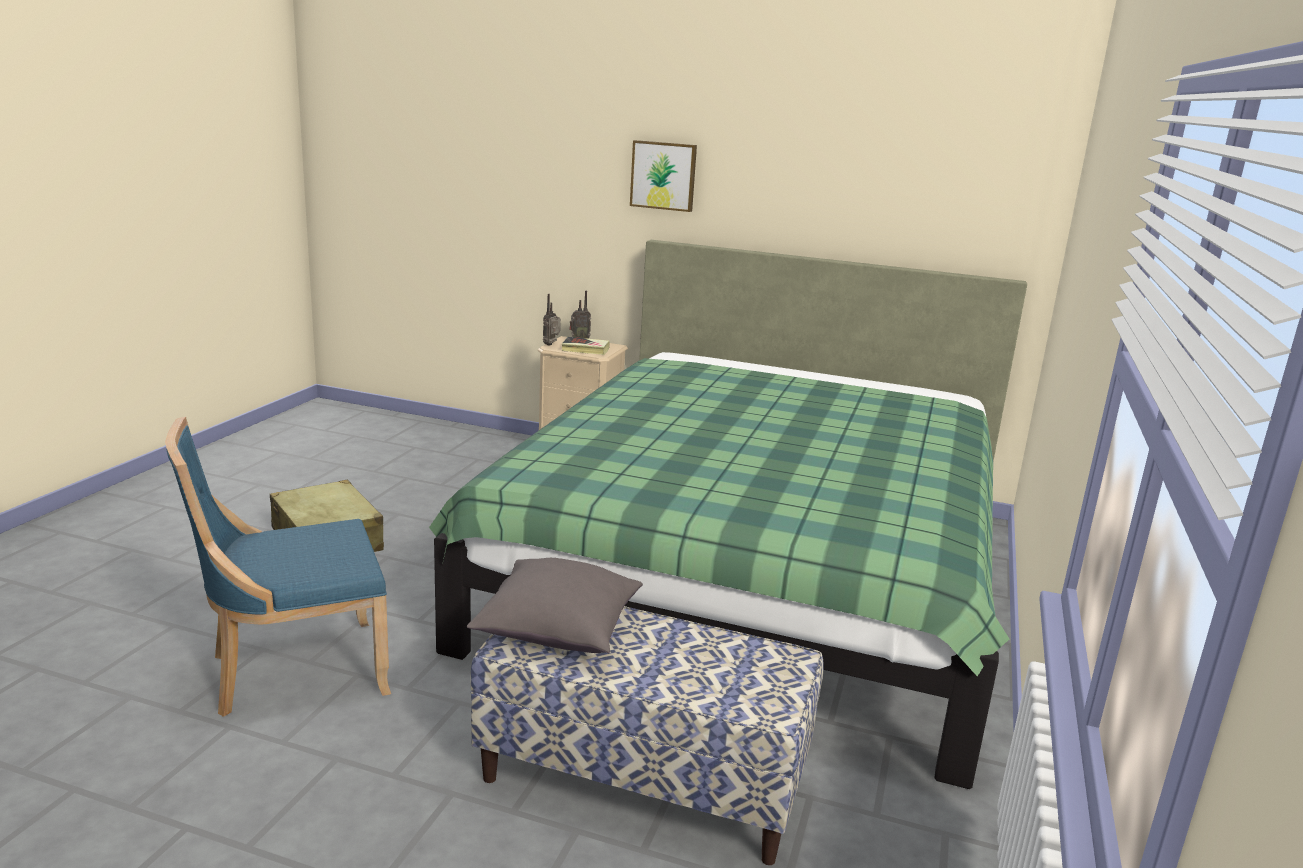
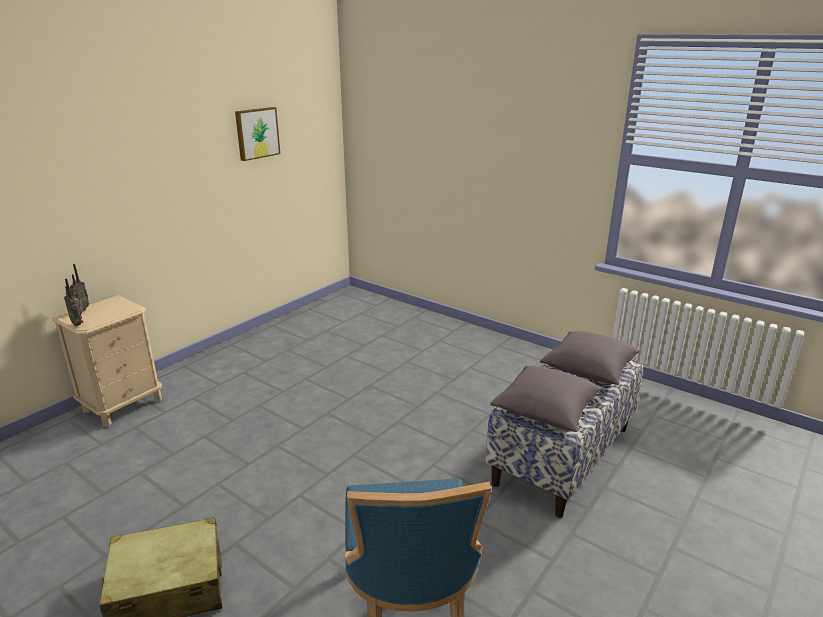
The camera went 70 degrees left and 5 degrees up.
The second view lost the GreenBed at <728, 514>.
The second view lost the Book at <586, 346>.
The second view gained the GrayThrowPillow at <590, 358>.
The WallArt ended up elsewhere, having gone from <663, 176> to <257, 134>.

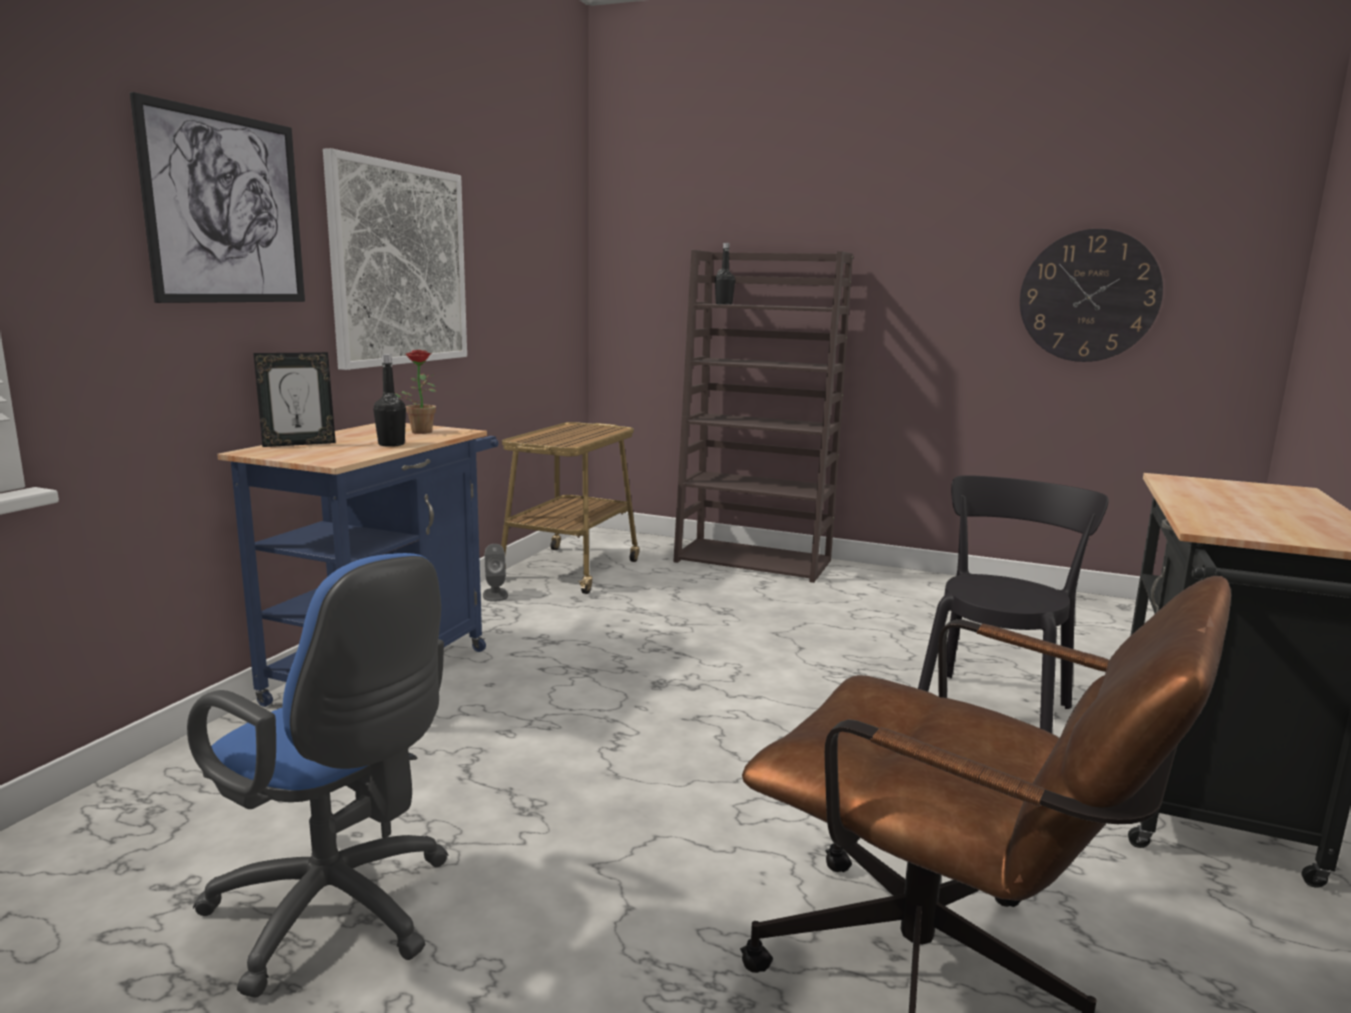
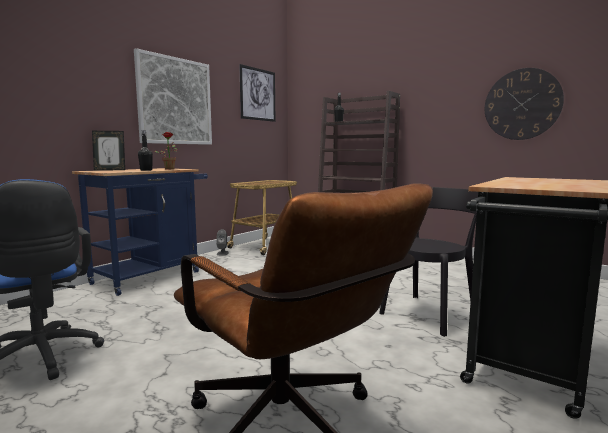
The camera went 15 degrees right and 5 degrees down.
The WallArt ended up elsewhere, having gone from <217, 197> to <257, 93>.

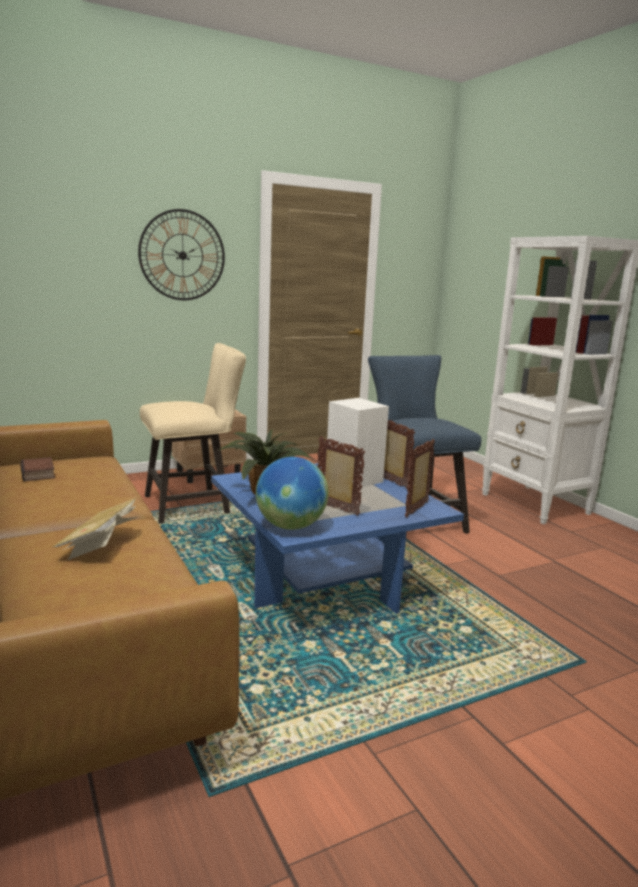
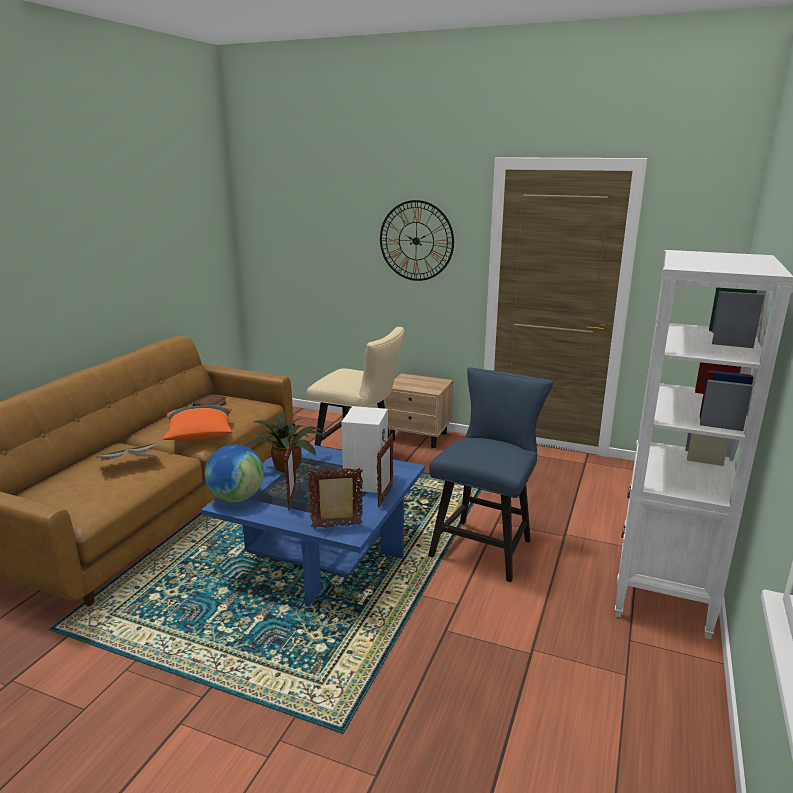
The camera went 50 degrees right and 5 degrees up.
The second view gained the OrangeyThrowPillow at <197, 422>.

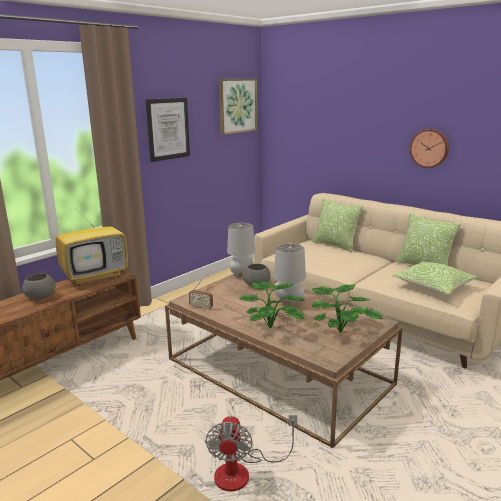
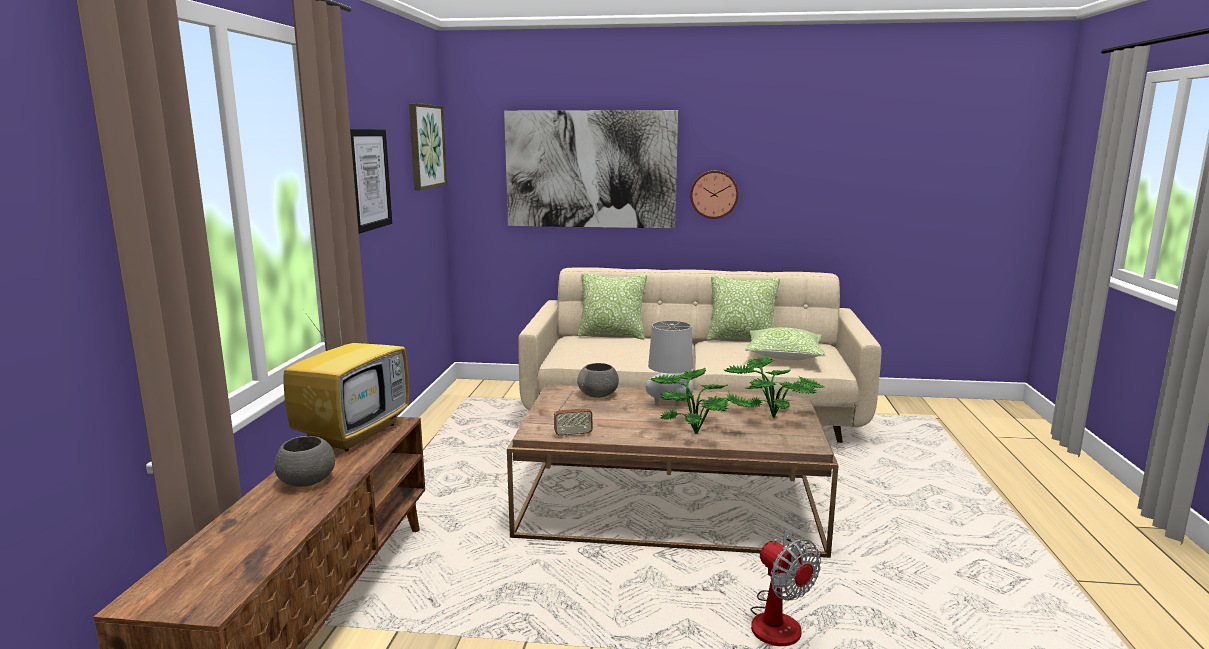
The camera went 35 degrees left and 5 degrees down.
The second view lost the GrayTableLamp at <241, 250>.
The second view gained the WallArt at <591, 169>.

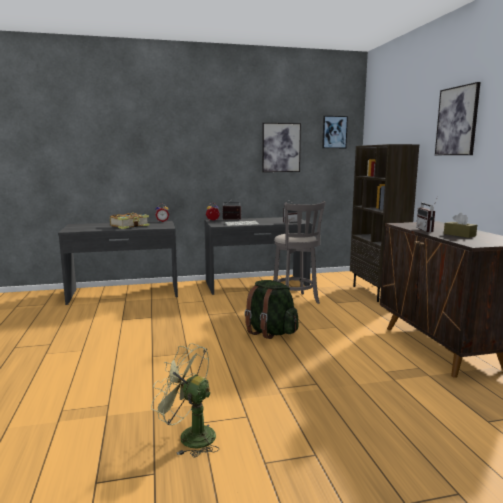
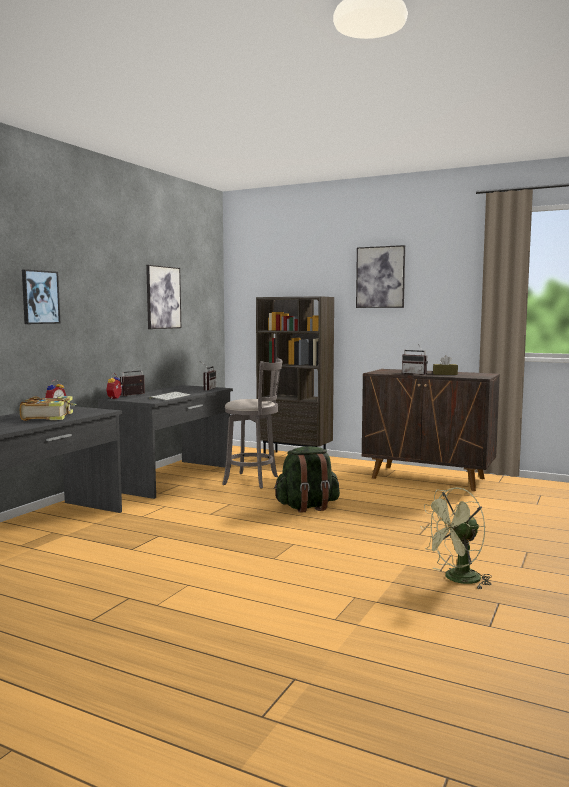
The camera went 50 degrees left and 5 degrees down.
The WallArt ended up elsewhere, having gone from <335, 132> to <41, 296>.

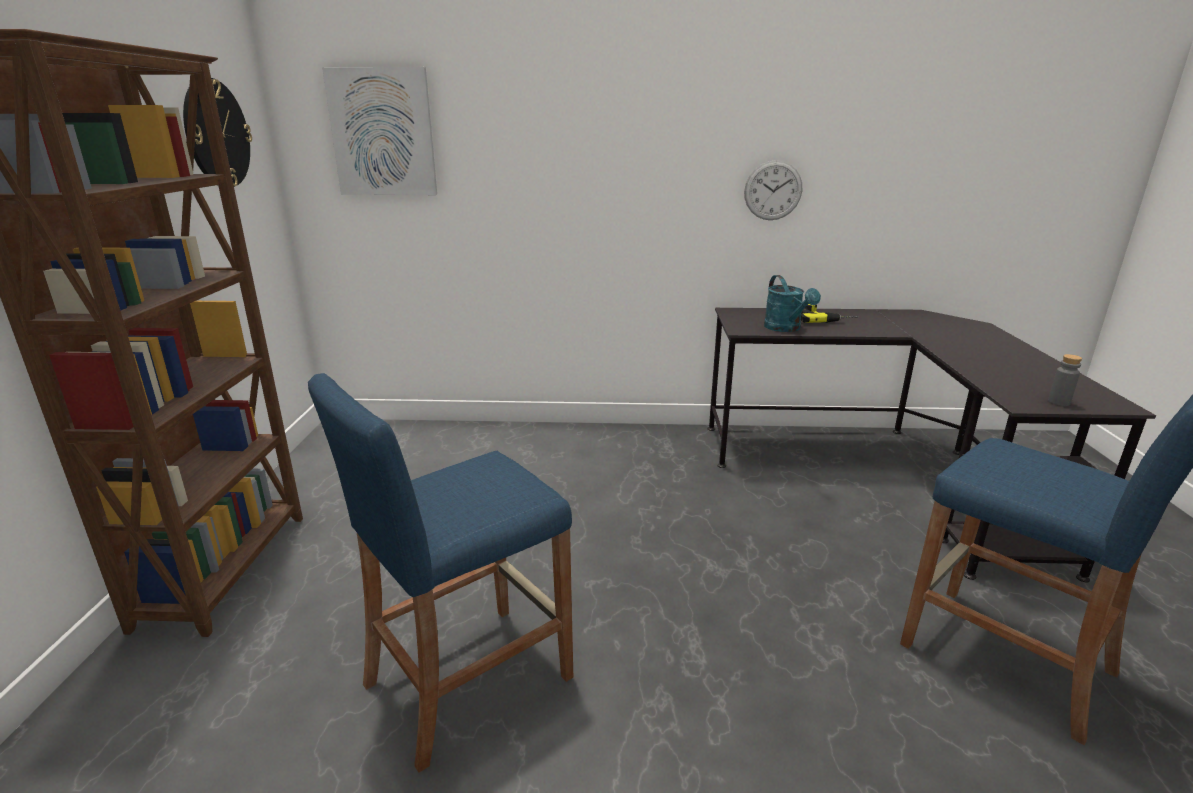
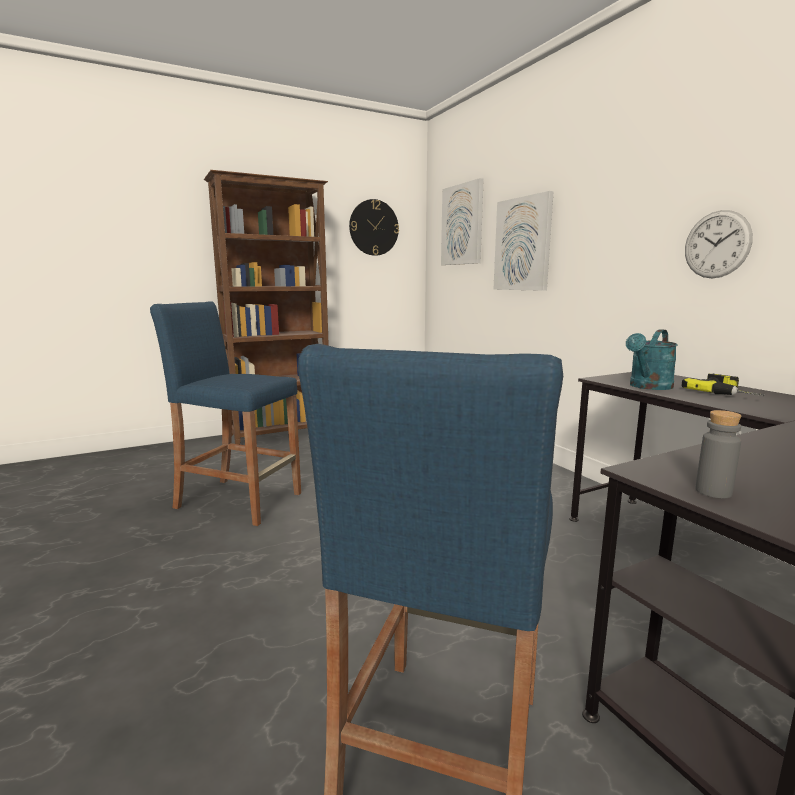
The camera went 60 degrees right and 10 degrees down.
The second view gained the WallArt at <524, 241>.

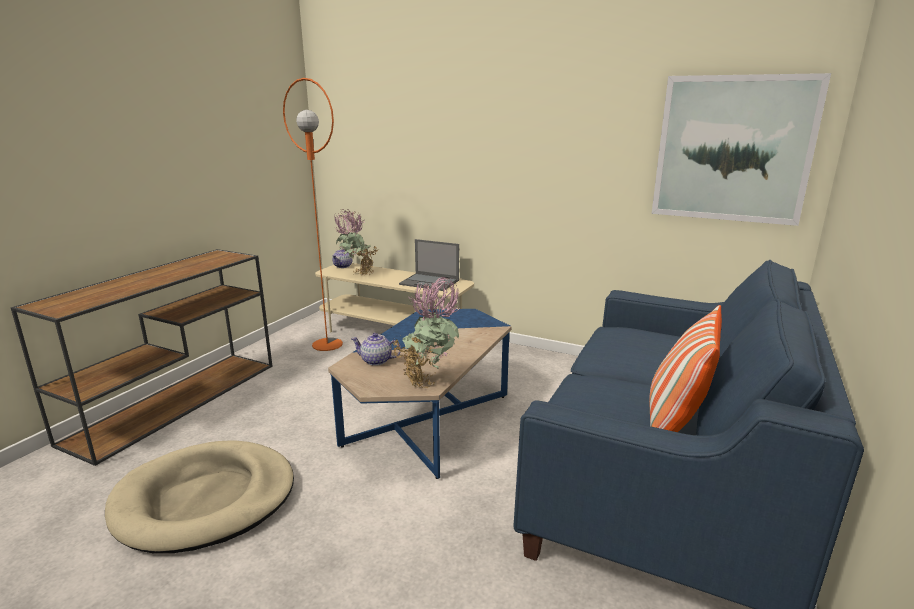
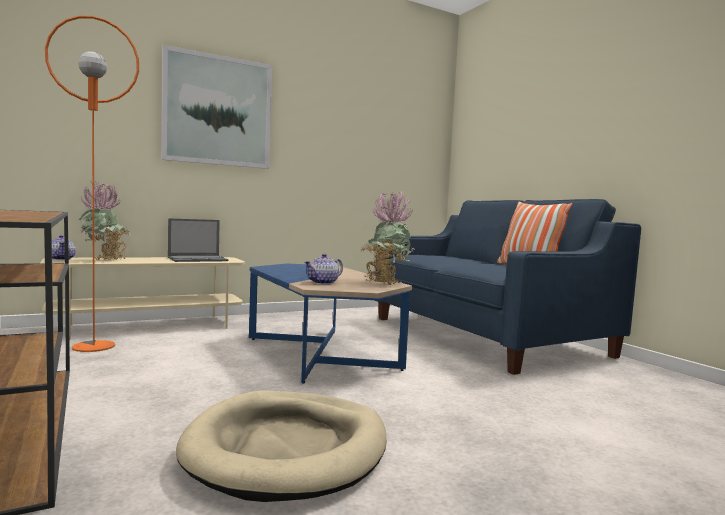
The camera went 55 degrees left and 15 degrees down.
The WallArt ended up elsewhere, having gone from <741, 149> to <216, 107>.

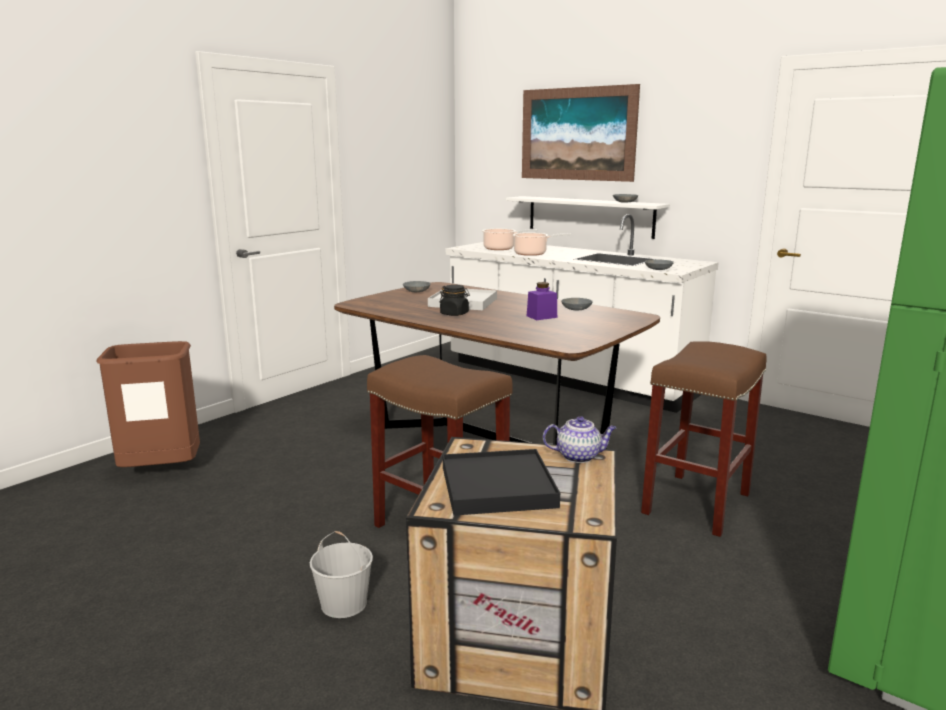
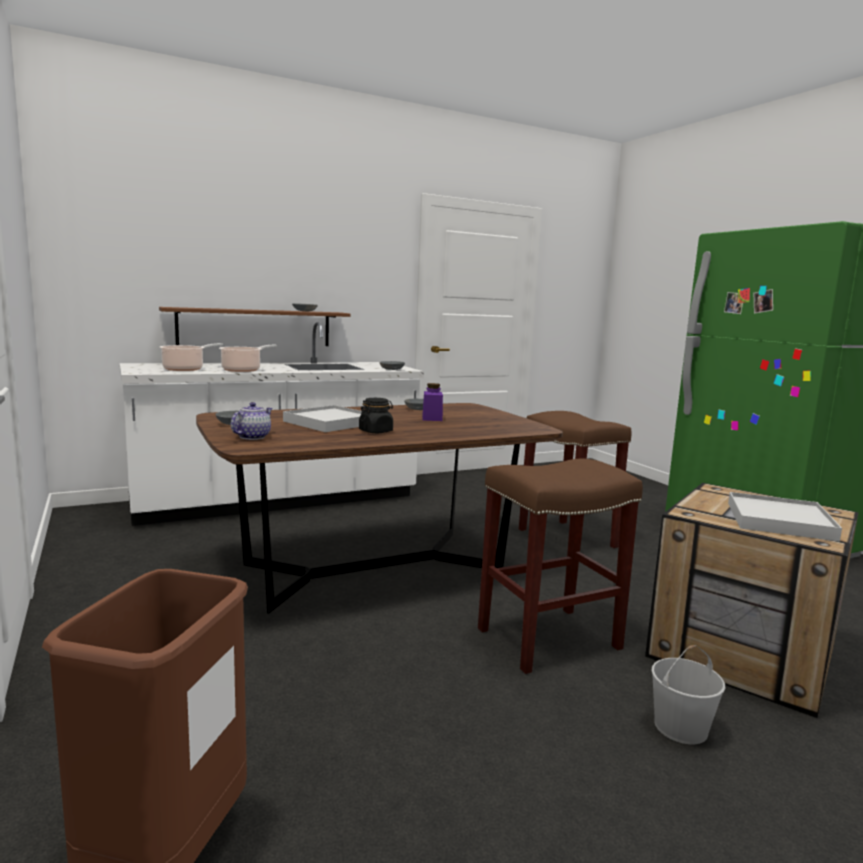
The camera went 65 degrees left and 5 degrees down.
The second view lost the WallArt at <581, 133>.
The TeaPot ended up elsewhere, having gone from <579, 439> to <251, 421>.
What was the BlackServingTray at <501, 482> turned into the WhiteColouredServingTray at <785, 517>.
What was the WhiteColouredBracketShelf at <588, 217> turned into the BrownColouredBracketShelf at <254, 326>.

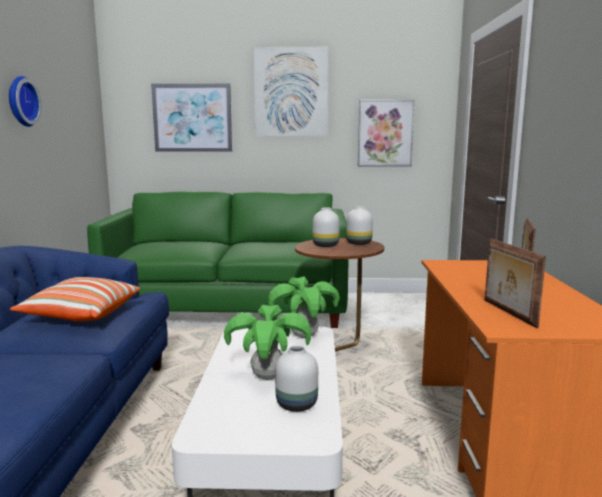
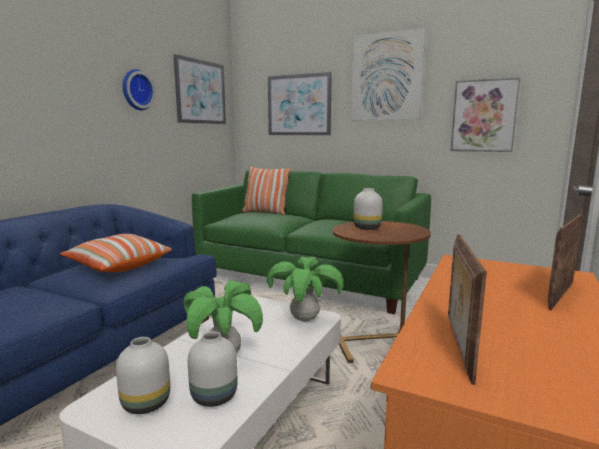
The camera went 25 degrees right and 0 degrees up.
The second view gained the WallArt at <199, 89>.
The second view gained the ThrowPillow at <266, 190>.
The WhiteColouredDecorativeVase ended up elsewhere, having gone from <359, 225> to <143, 375>.

